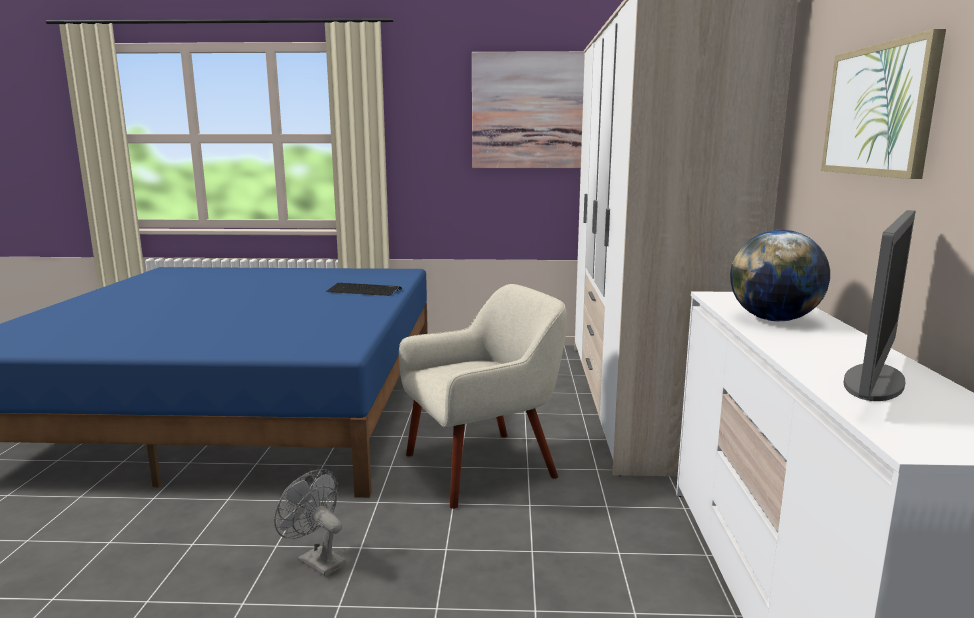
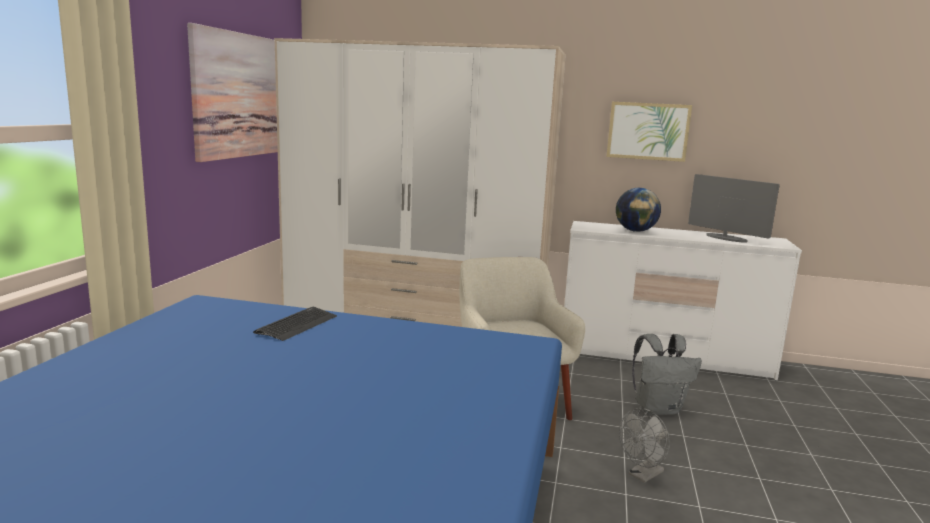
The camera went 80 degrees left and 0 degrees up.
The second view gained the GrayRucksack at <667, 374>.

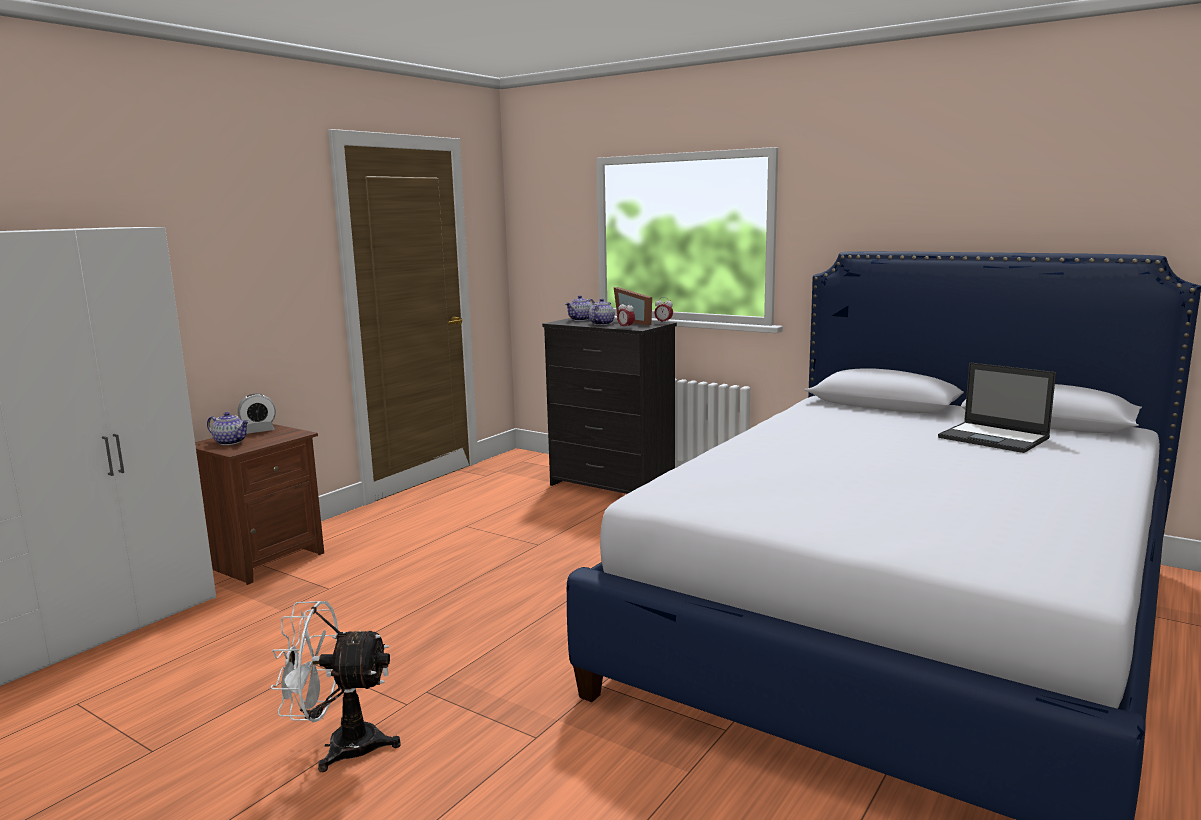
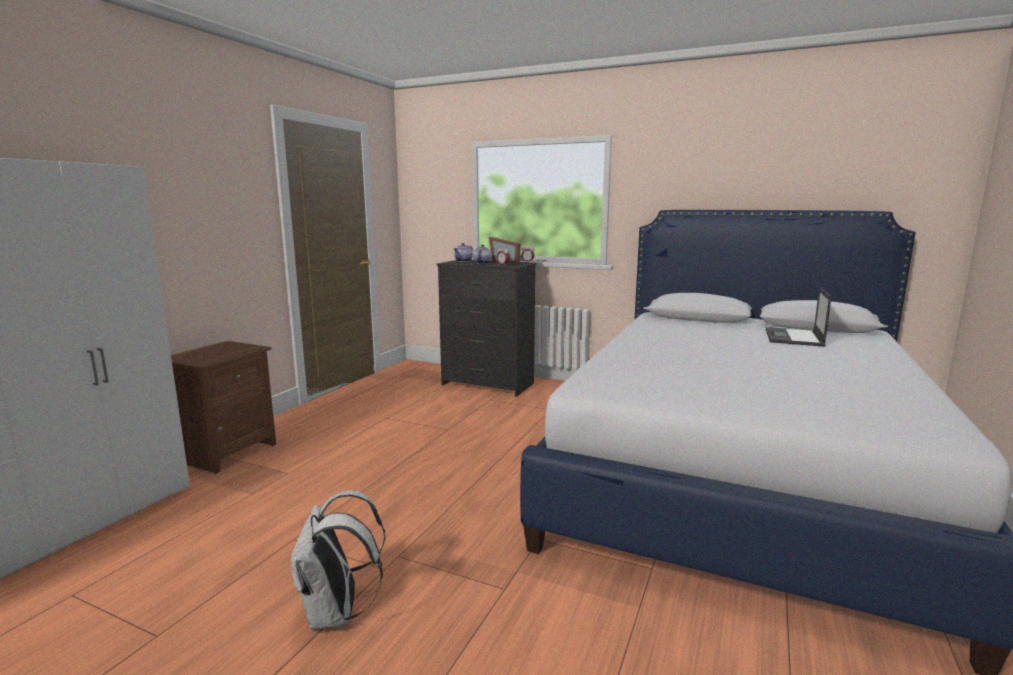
The camera went 10 degrees left and 0 degrees up.
The second view lost the TeaPot at <228, 428>.
The second view lost the AlarmClock at <257, 413>.
Where the WhiteColouredFan stood at <336, 686>, the WhiteColouredRucksack came to stand at <338, 560>.
The NotebookComputer at <997, 407> ended up facing another way, 75 degrees clockwise from before.

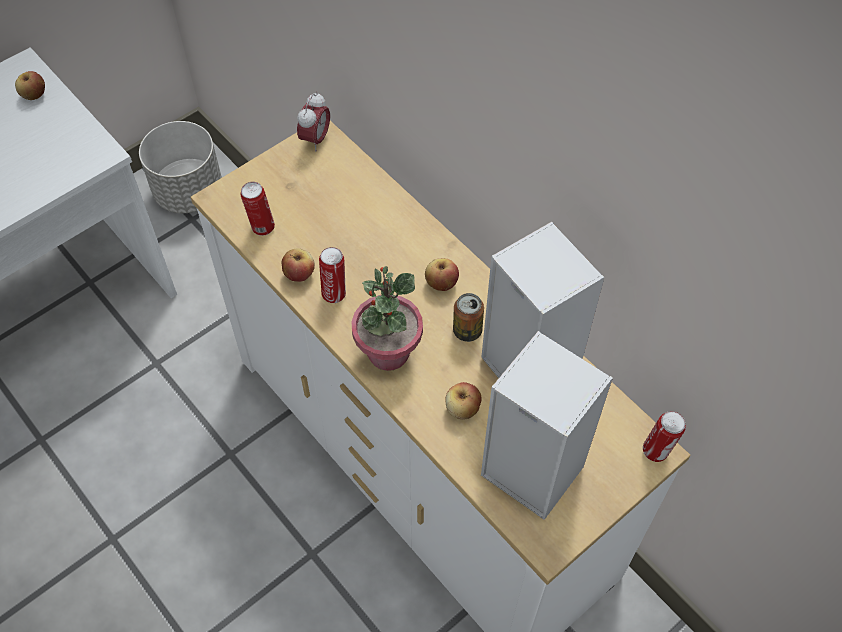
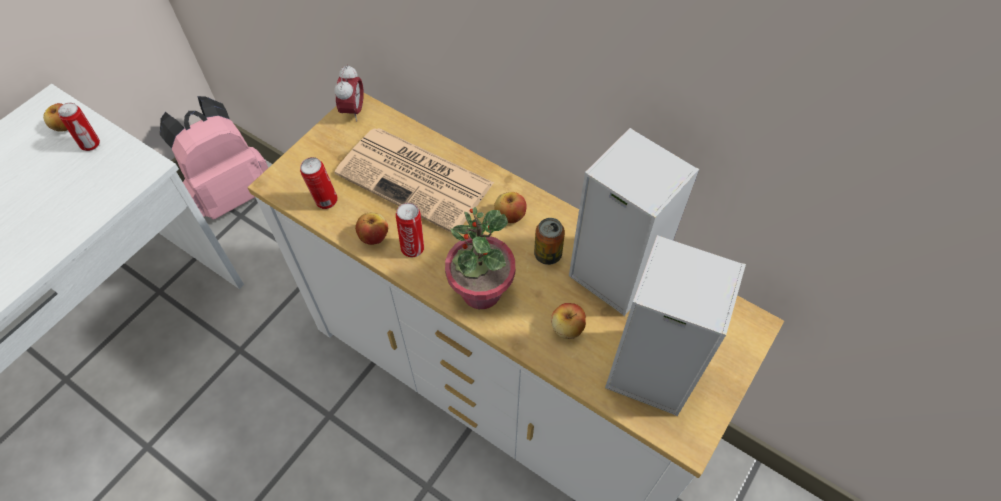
The camera went 15 degrees left and 0 degrees up.
The second view gained the DailyPaper at <414, 180>.
The SealedCan ended up elsewhere, having gone from <664, 436> to <79, 127>.
Where the GrayPlanter stood at <180, 167>, the PinkishRucksack came to stand at <214, 158>.

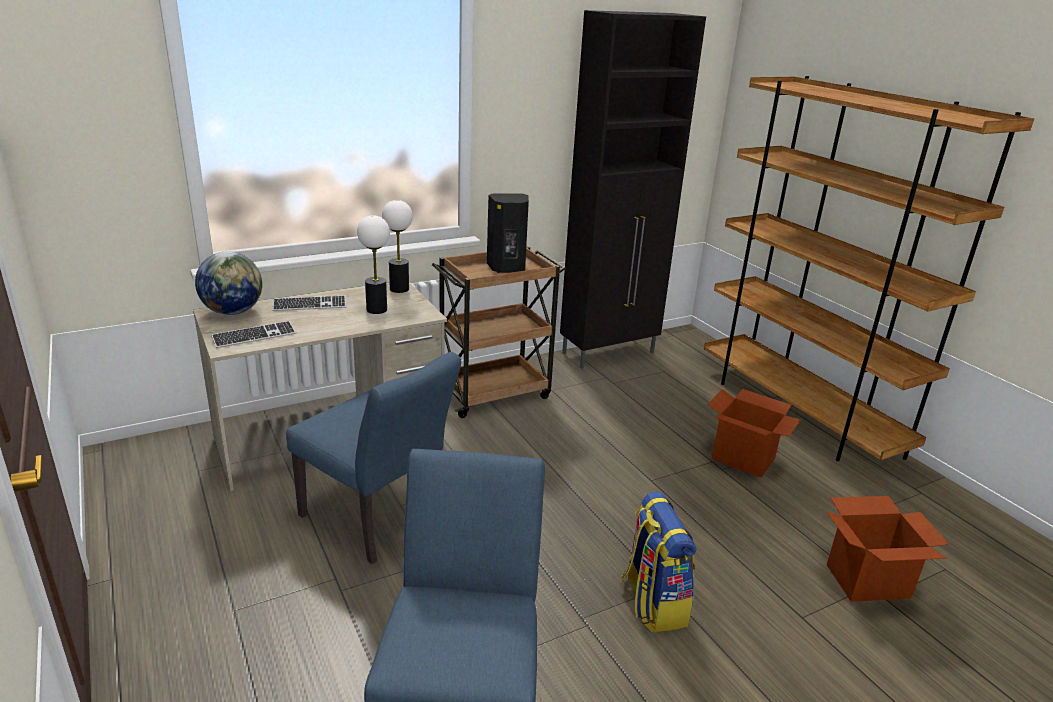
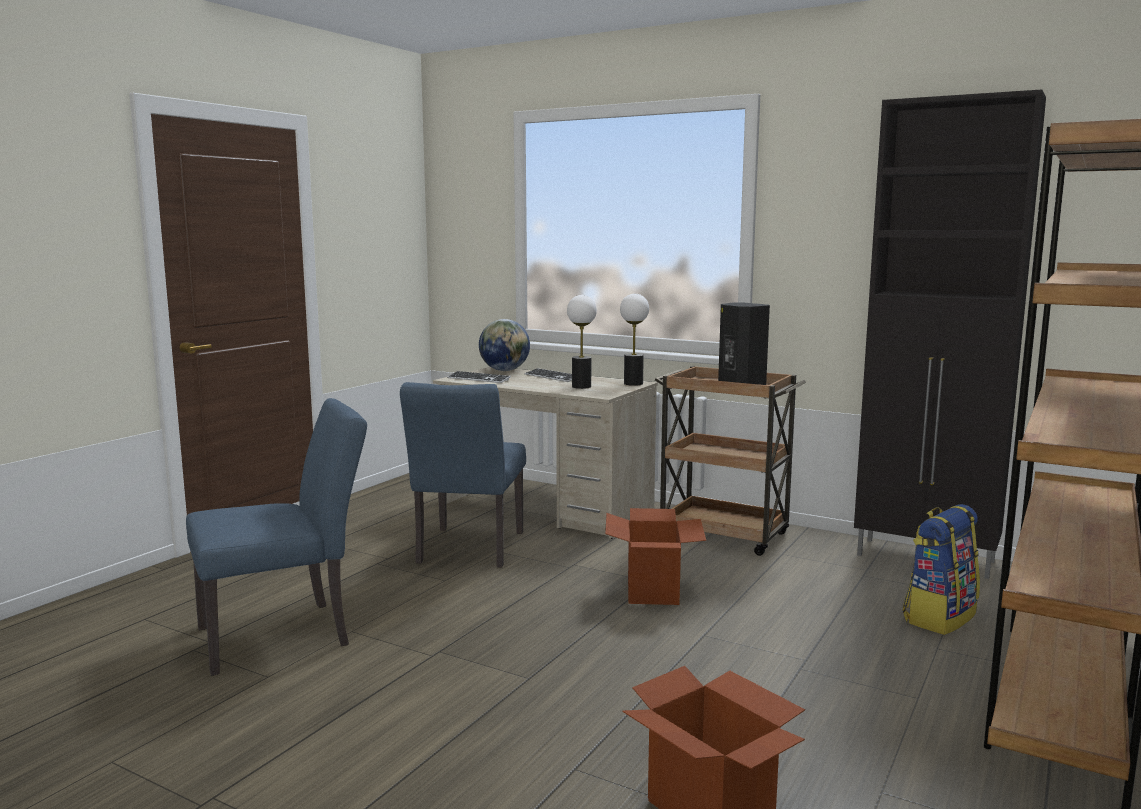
The camera went 60 degrees right and 15 degrees down.
The Rucksack ended up elsewhere, having gone from <658, 561> to <941, 569>.
The Carton ended up elsewhere, having gone from <754, 433> to <655, 556>.

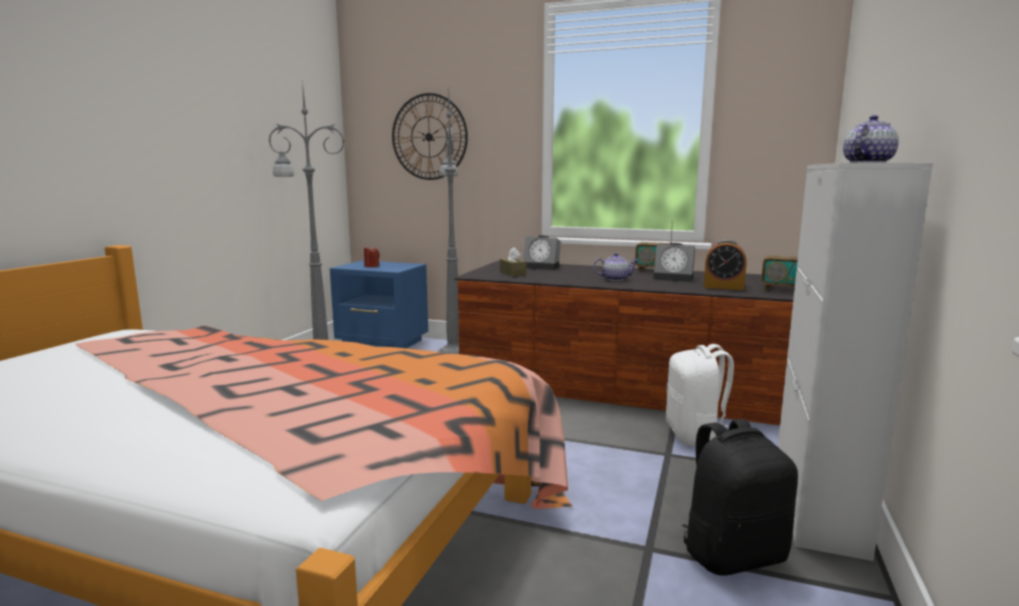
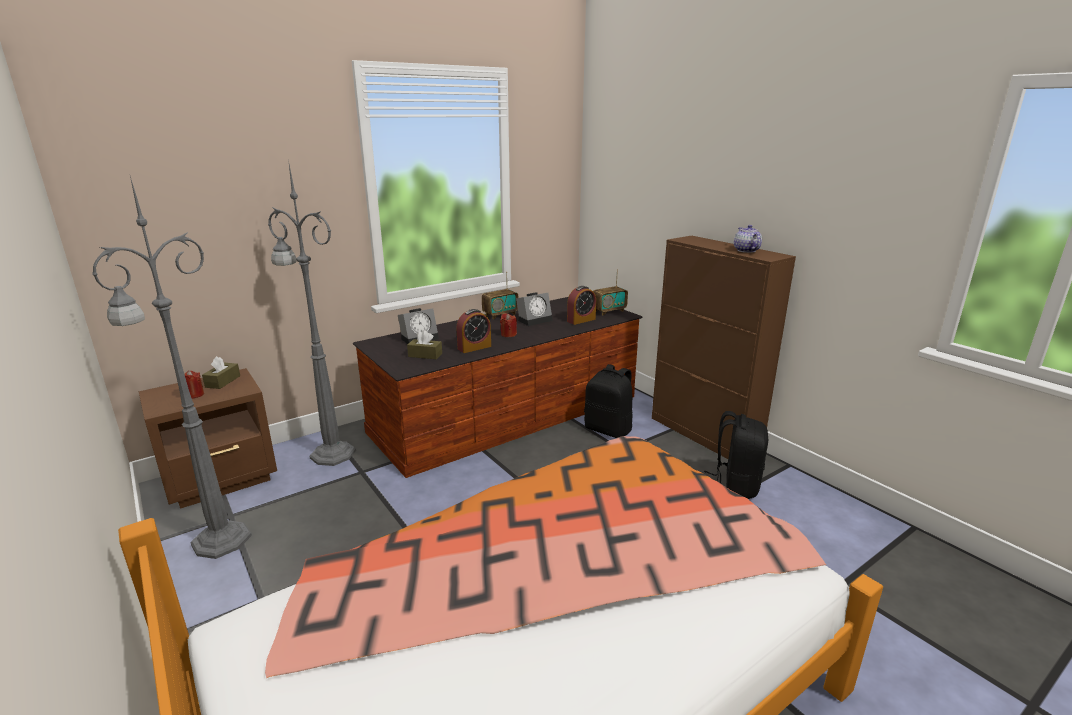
The camera went 55 degrees left and 10 degrees up.
The second view lost the WallClock at <430, 136>.
The second view gained the BrownColouredTissueHolder at <221, 372>.
The second view gained the AlarmClock at <473, 331>.
Where the TeaPot stood at <615, 267>, the ReddishWaxLight came to stand at <508, 325>.
What was the BluishNightstand at <379, 304> turned into the BrownColouredNightstand at <208, 438>.
What was the WhiteColouredRucksack at <700, 395> turned into the BlackRucksack at <608, 401>.
What was the WhiteColouredCupboard at <855, 362> turned into the BrownColouredCupboard at <724, 347>.

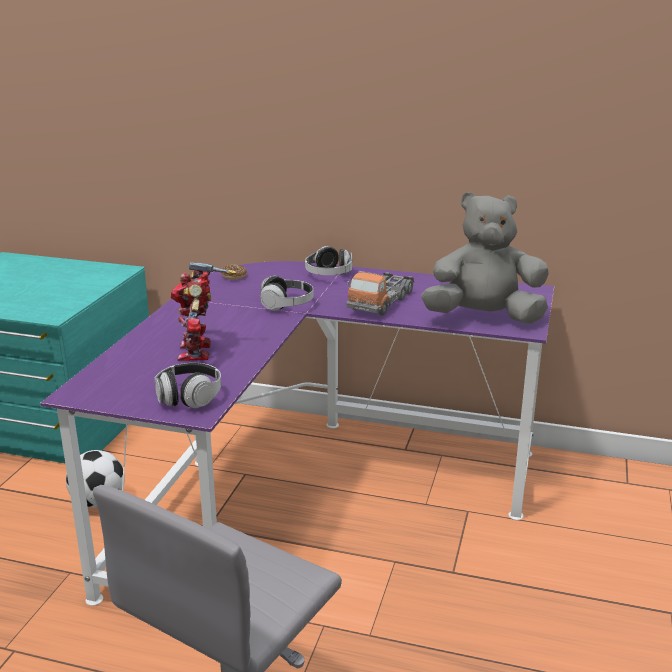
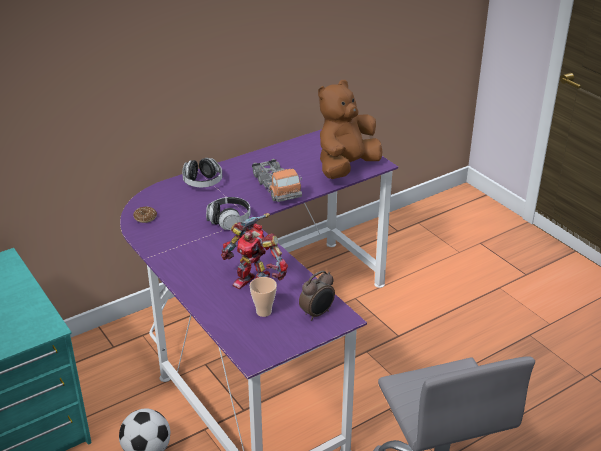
The camera went 50 degrees left and 10 degrees up.
The second view gained the Cup at <263, 297>.
Where the Headphones stood at <187, 385>, the AlarmClock came to stand at <317, 295>.
What was the GrayCuddlyToy at <485, 258> turned into the BrownColouredCuddlyToy at <350, 129>.

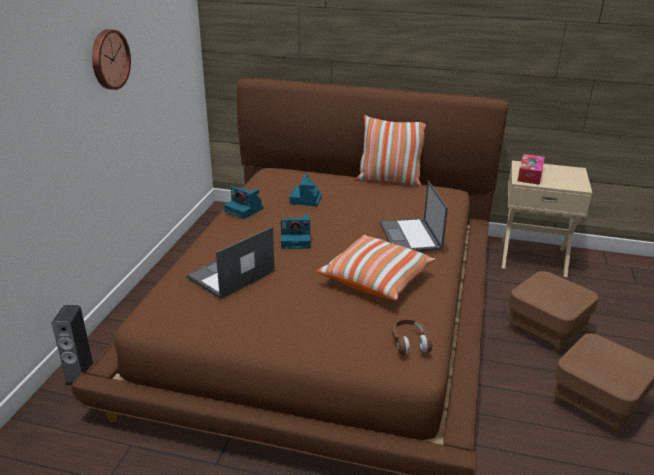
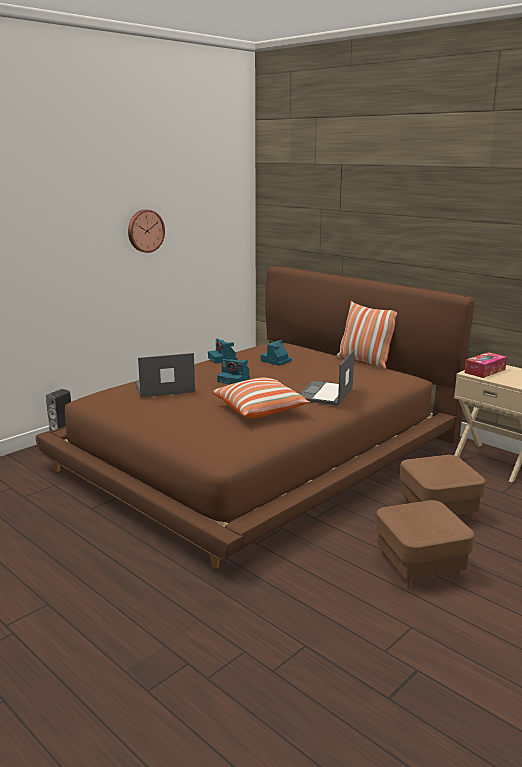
The camera went 30 degrees right and 10 degrees down.
The second view lost the BrownColouredHeadphones at <412, 337>.

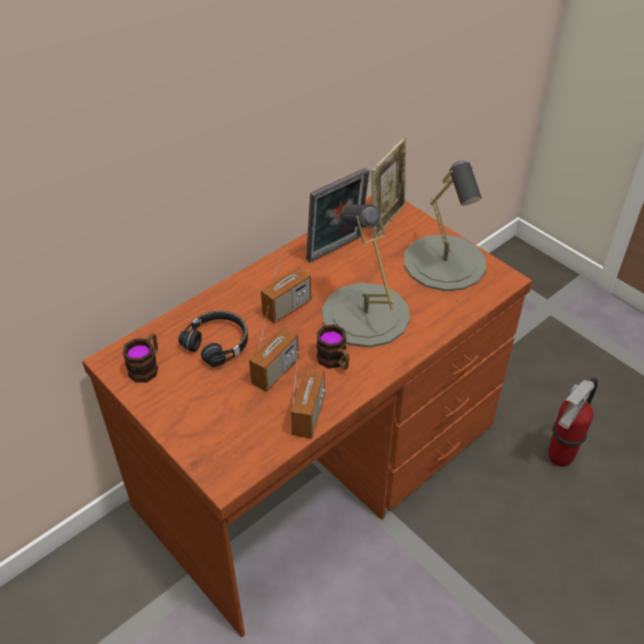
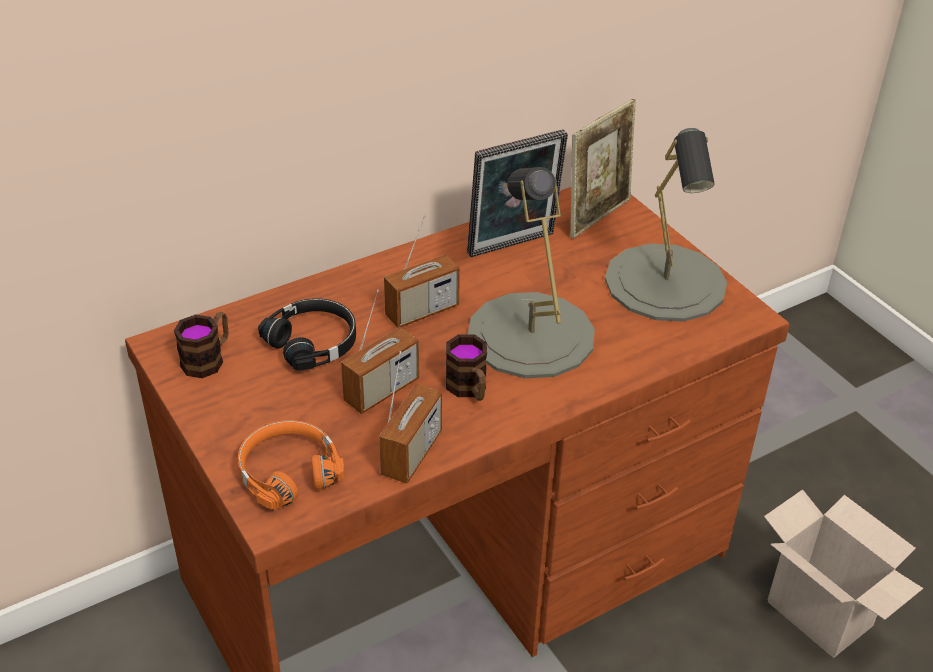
The camera went 10 degrees right and 5 degrees down.
The second view gained the OrangeyHeadphones at <291, 465>.
Where the FireExtinguisher stood at <573, 422>, the Carton came to stand at <843, 573>.

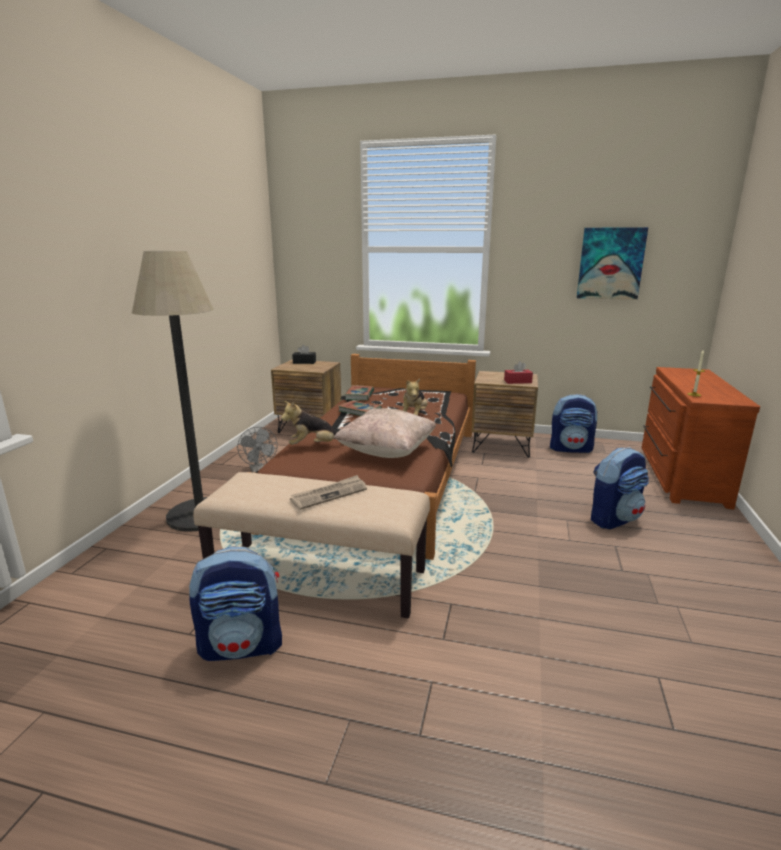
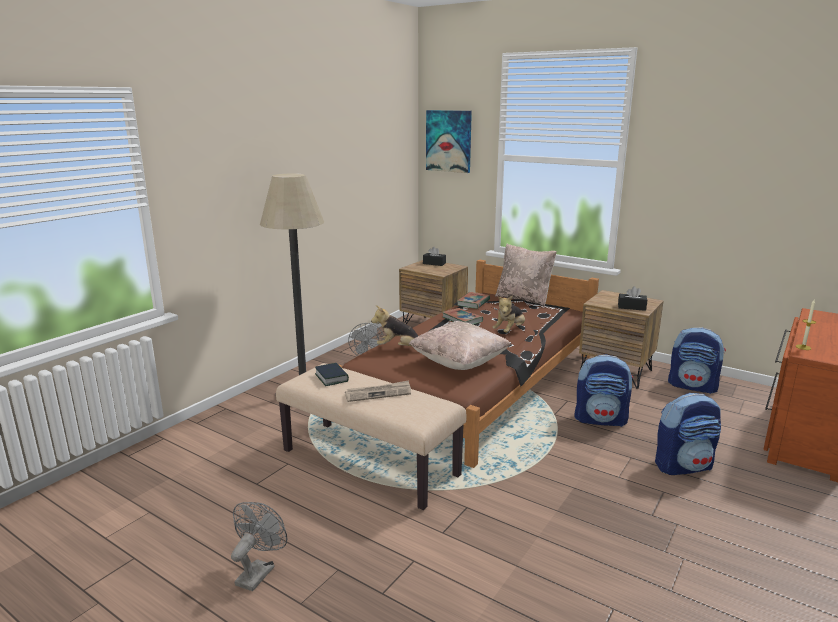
The camera went 20 degrees right and 0 degrees up.
The second view gained the GrayFan at <259, 546>.
The second view gained the Book at <332, 374>.
The second view gained the BeigeColouredThrowPillow at <526, 275>.
The Rucksack ended up elsewhere, having gone from <235, 603> to <603, 390>.
The WallArt ended up elsewhere, having gone from <612, 263> to <449, 141>.
What was the ReddishTissueHolder at <518, 372> turned into the BlackTissueHolder at <632, 298>.

